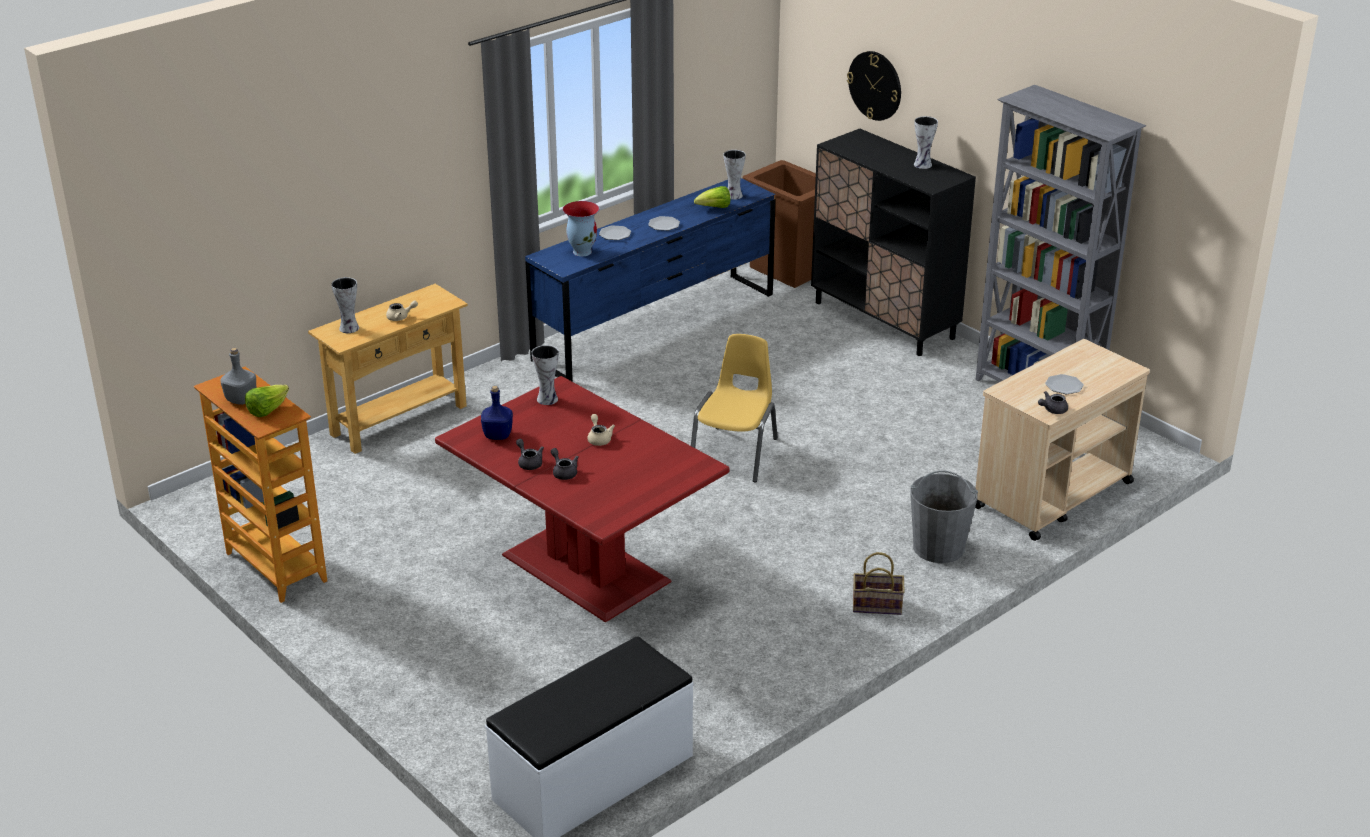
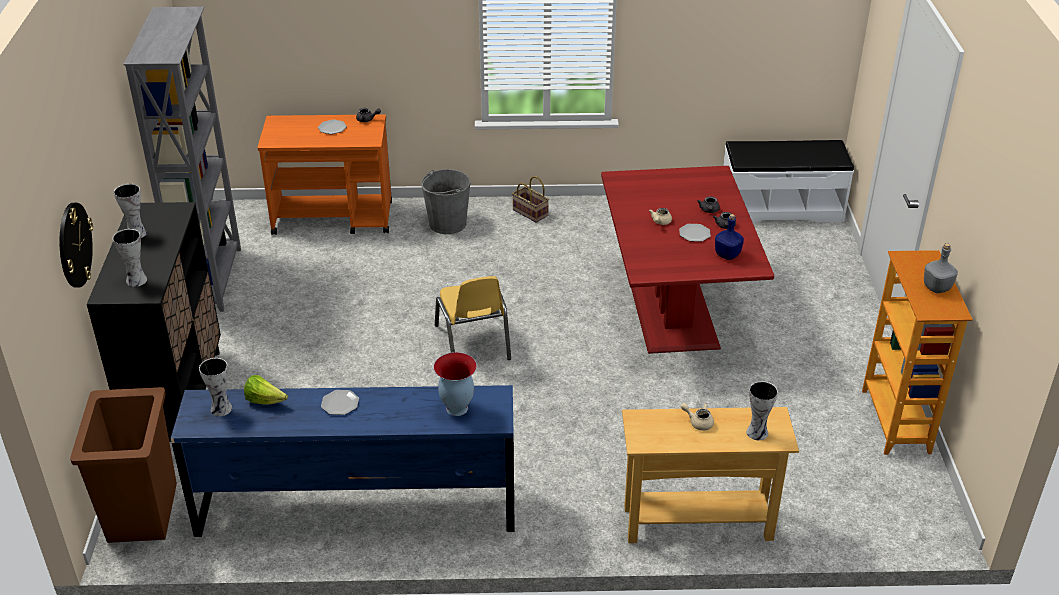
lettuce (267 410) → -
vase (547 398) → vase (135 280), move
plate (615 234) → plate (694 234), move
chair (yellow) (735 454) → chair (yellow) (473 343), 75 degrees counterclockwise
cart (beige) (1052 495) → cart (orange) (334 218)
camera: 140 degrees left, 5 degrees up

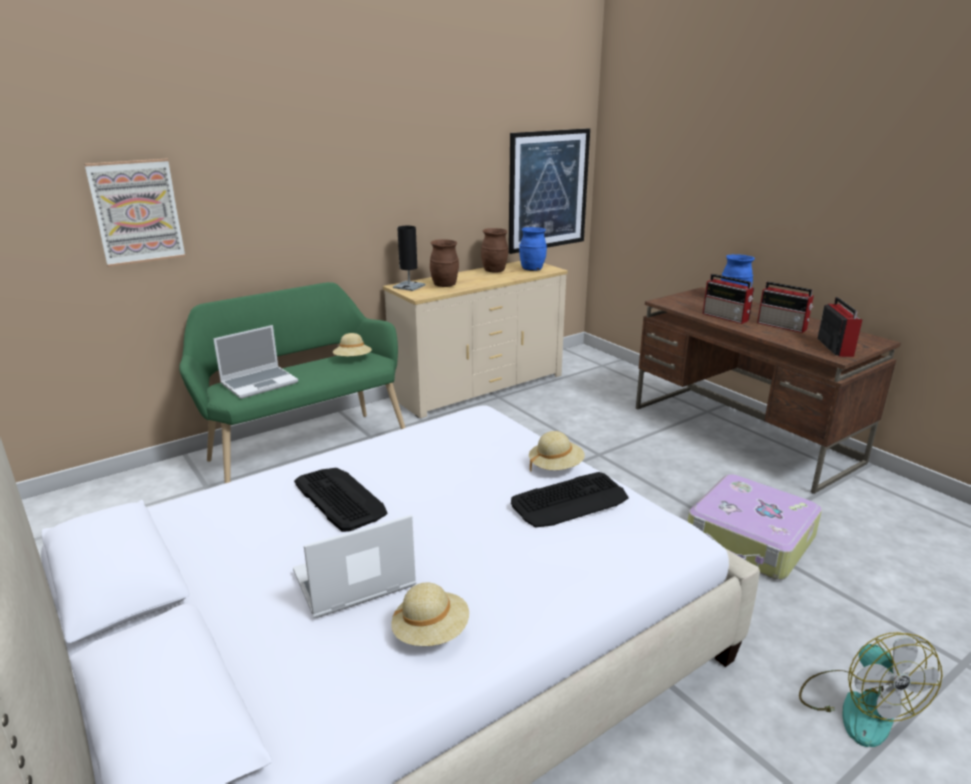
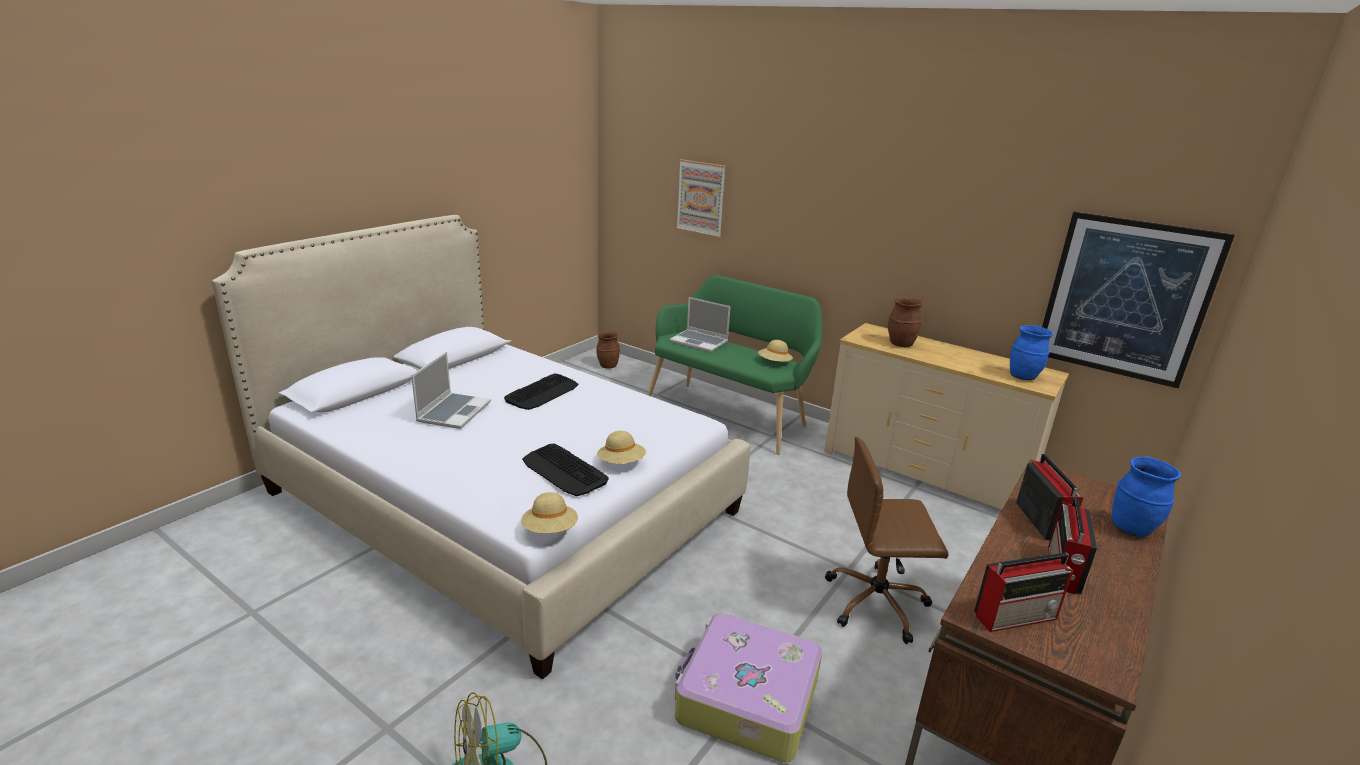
laptop (353 581) → laptop (454 412), 60 degrees clockwise
hat (beige) (431 632) → hat (beige) (550 530), move
table lamp (black) (409 286) → -
vase (brown) (494 271) → vase (brown) (608 366), move
radio (726 317) → radio (1041 520), 150 degrees clockwise
- → office chair (brown) (878 603)
camera: 70 degrees right, 0 degrees up

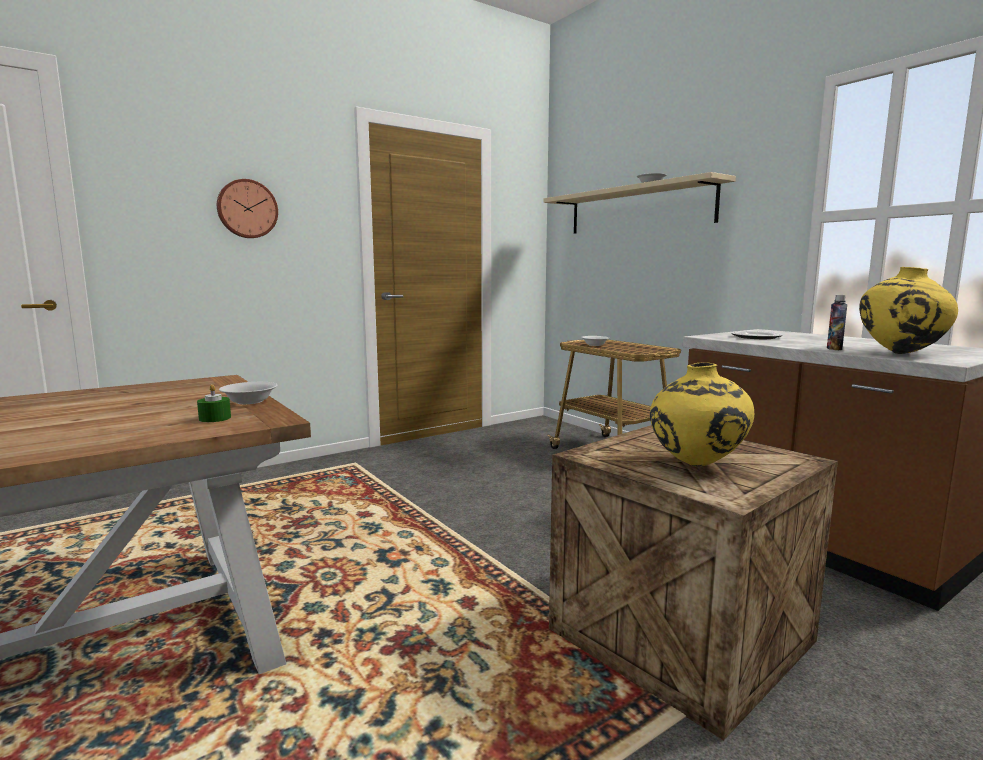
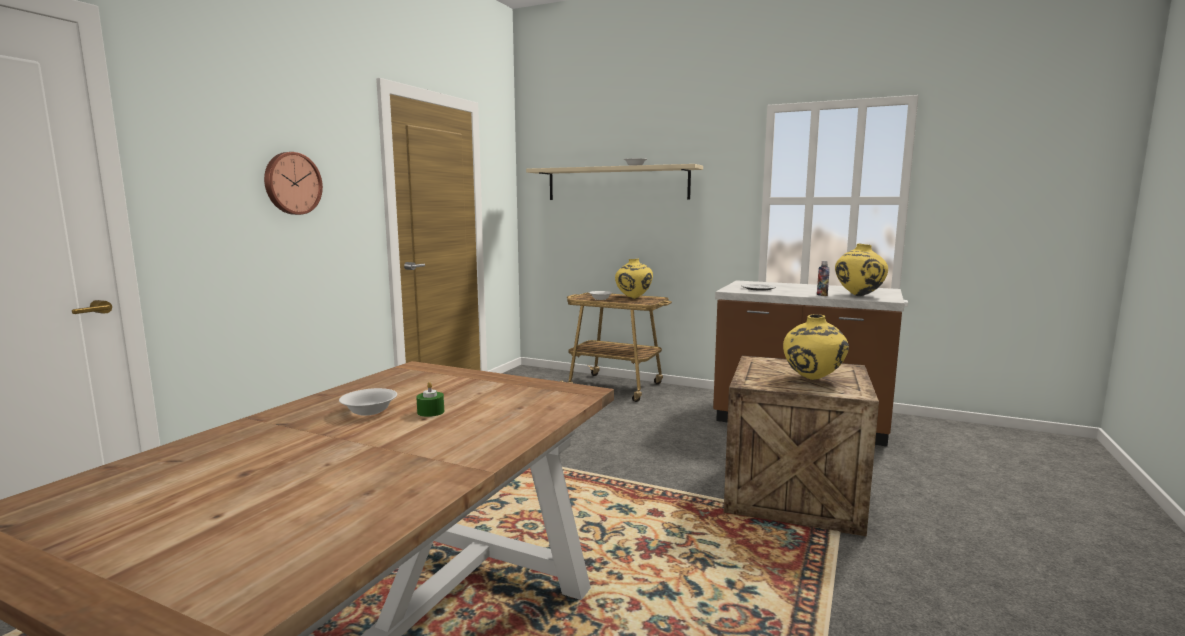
candle (green) (215 418) → candle (green) (430 412), move
bowl (white) (250 401) → bowl (white) (370 411), move
- → vase (yellow) (633 298)
camera: 30 degrees left, 0 degrees up

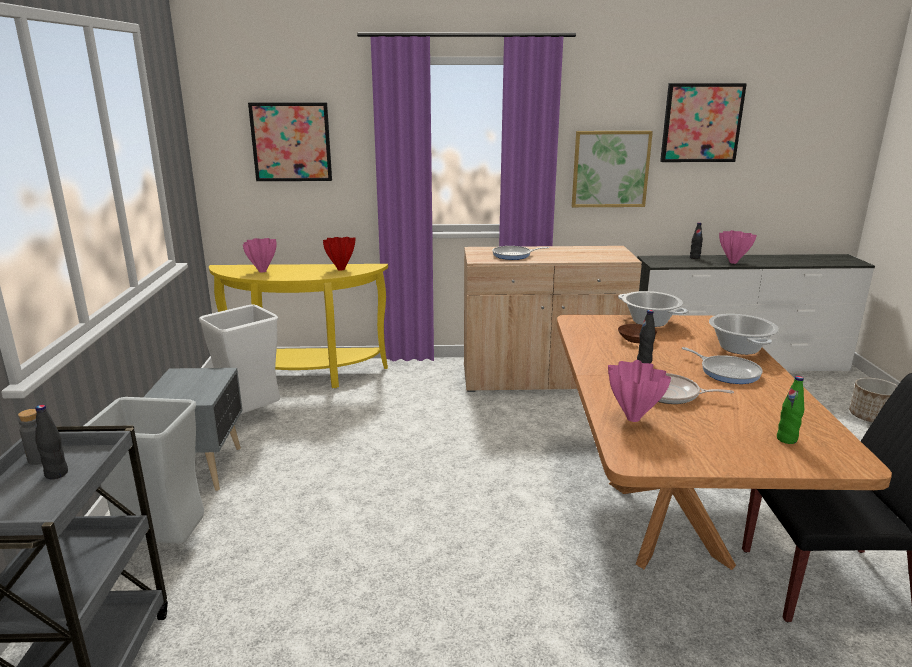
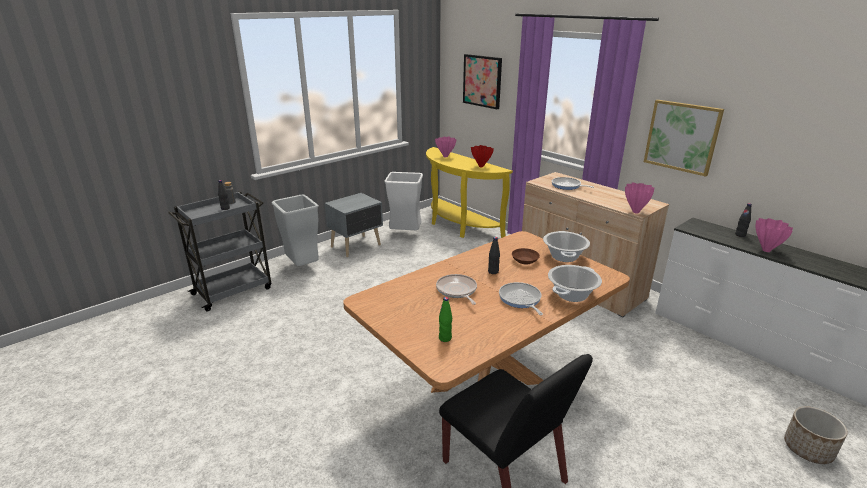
vase (pink) (632 418) → vase (pink) (635 212), move
picture (701 123) → -
frying pan (727 372) → frying pan (520 299), 150 degrees clockwise
camera: 50 degrees right, 5 degrees up

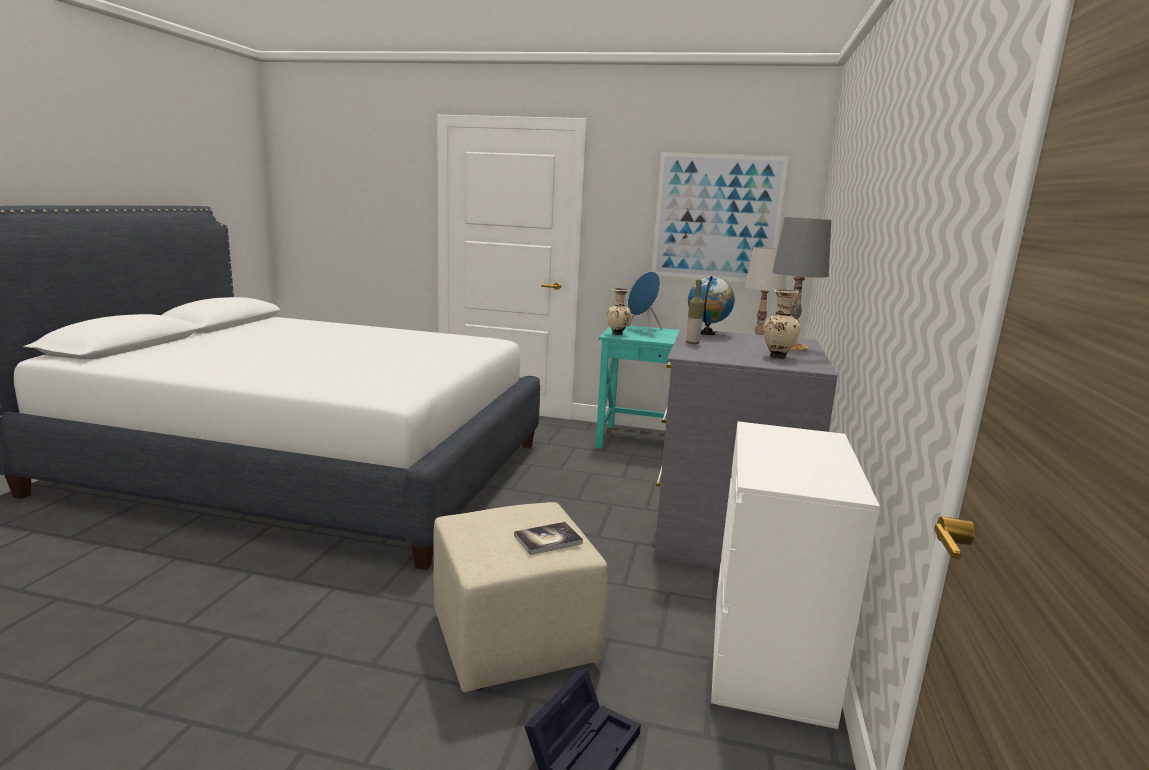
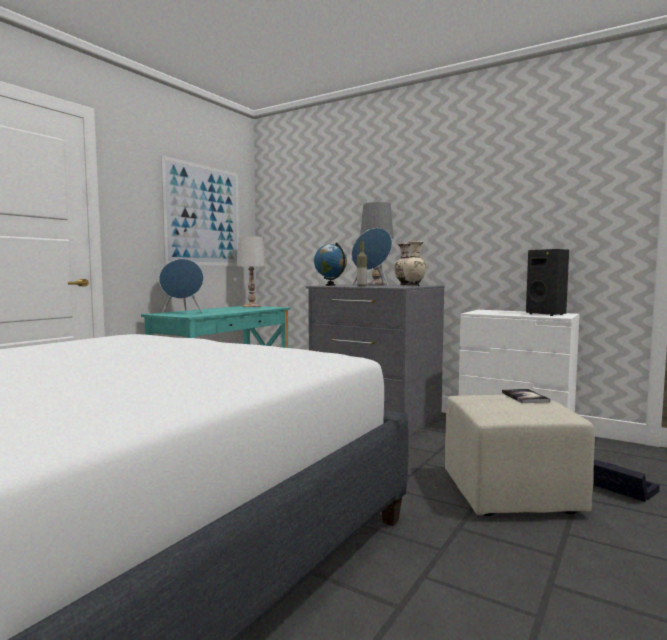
vase (beige) (617 334) → vase (beige) (414 286), move
- → speaker (blue) (372 285)
- → speaker (black) (547 314)
camera: 70 degrees left, 10 degrees down

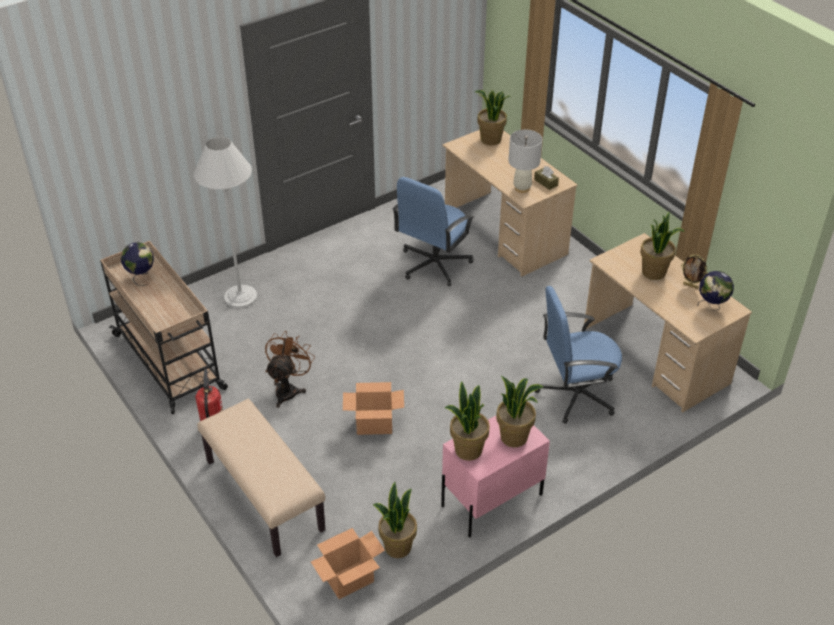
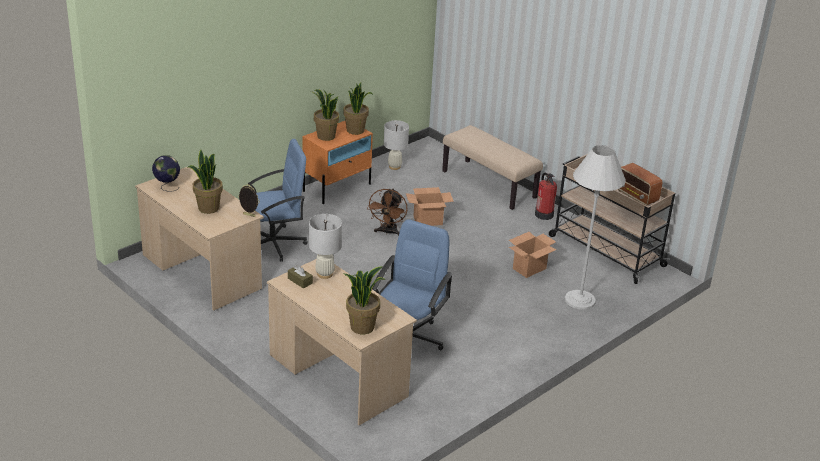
globe (141 277) → radio (636 196)
fan (brown) (289 389) → fan (brown) (387 232), move
cardboard box (349 580) → cardboard box (529 268), move
potted plant (397 547) → table lamp (white) (394 167)
nightstand (pink) (491 500) → nightstand (orange) (337 187)
picture frame (690 285) → picture frame (249 215), move
camera: 170 degrees right, 10 degrees down

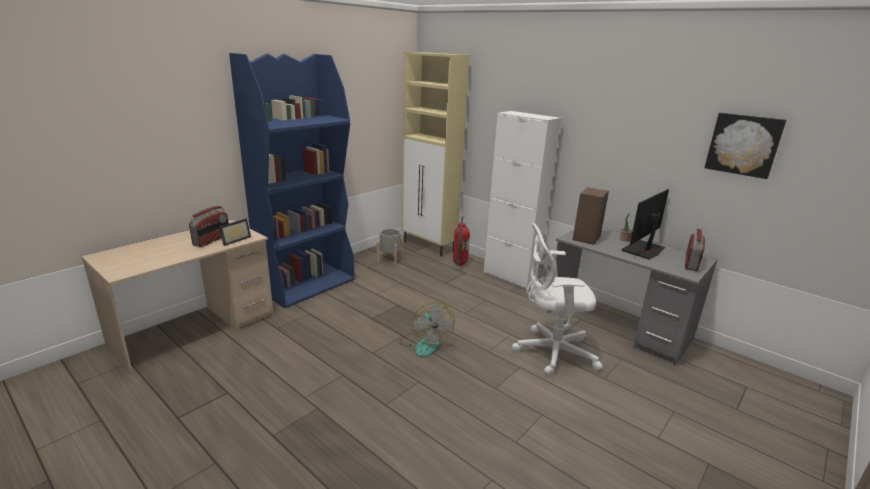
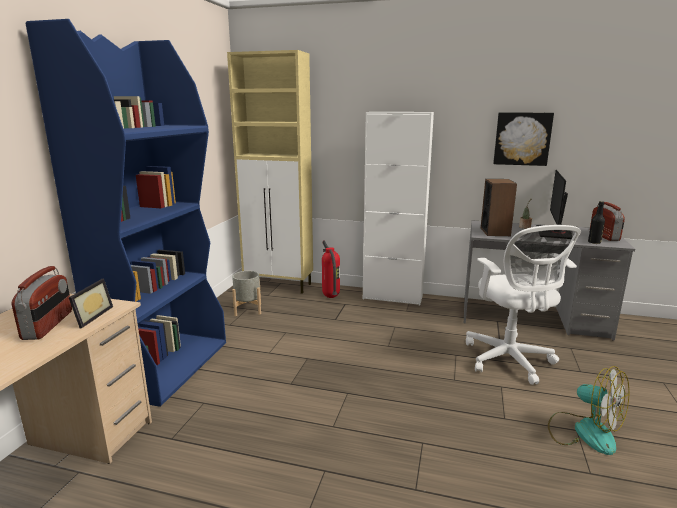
fan (425 343) → fan (584 431), move
office chair (white) (551 352) → office chair (white) (510 361), 75 degrees counterclockwise
picture (743 144) → picture (522 138), move
- → bottle (black) (594 242)
camera: 25 degrees left, 5 degrees down

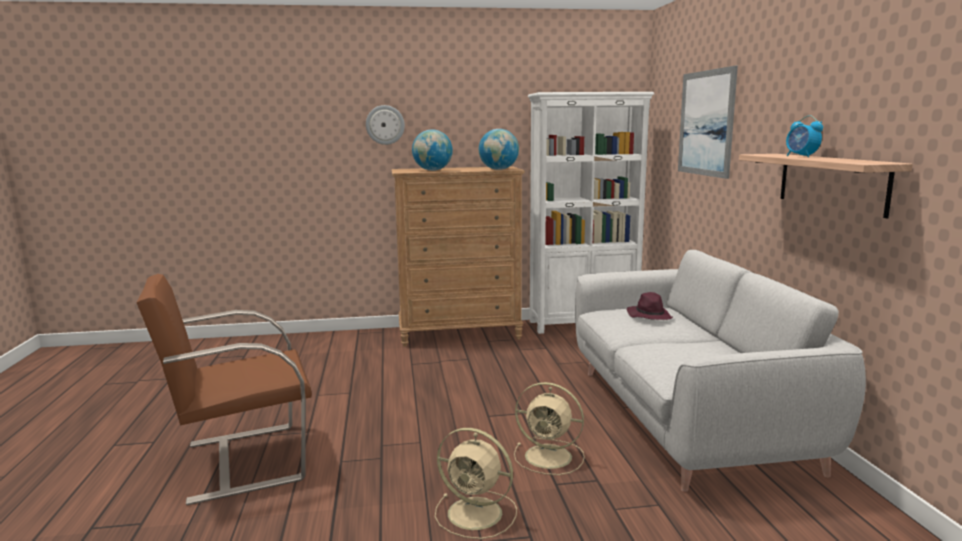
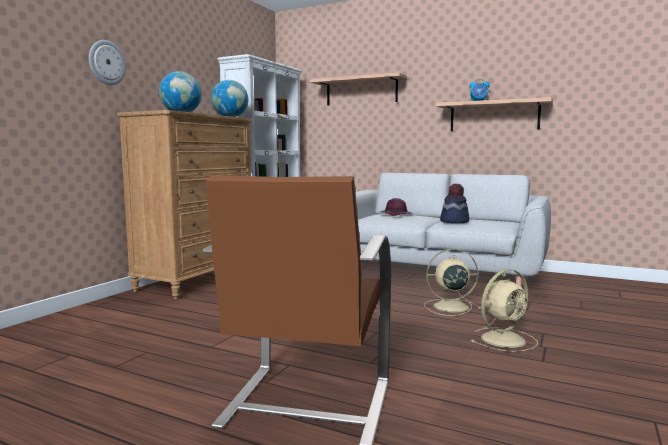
fan (beige) (550 457) → fan (beige) (449 307), 150 degrees counterclockwise
picture (706 123) → shelf (361 91)
- → hat (454 221)
camera: 55 degrees left, 5 degrees down

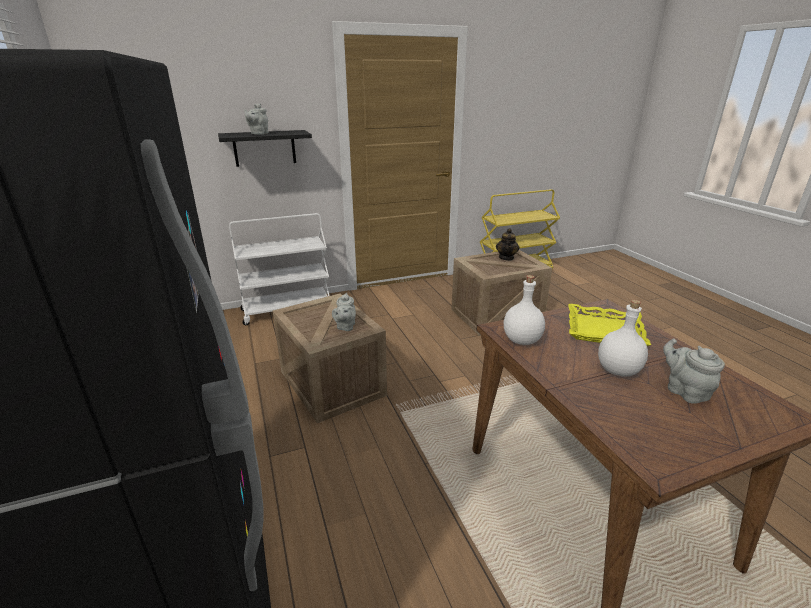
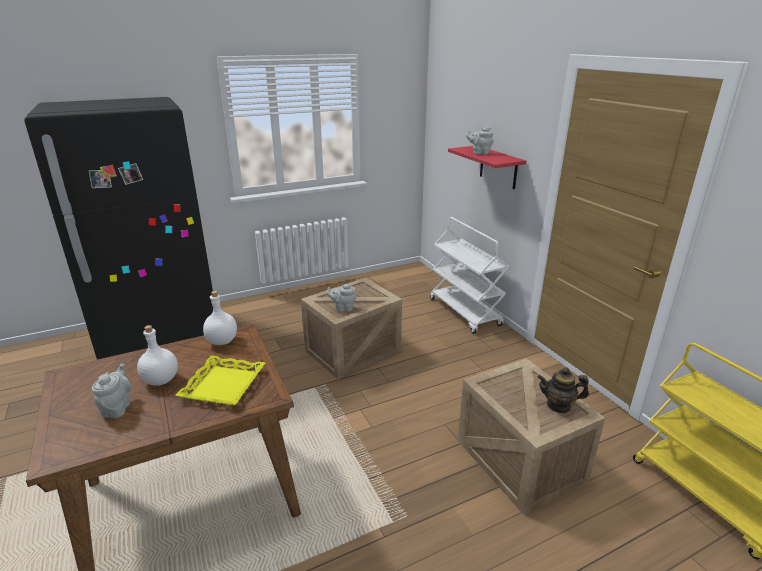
shelf (black) (264 148) → shelf (red) (498 167)
teapot (grey) (684 391) → teapot (grey) (117 407), 60 degrees counterclockwise
camera: 85 degrees right, 0 degrees up

